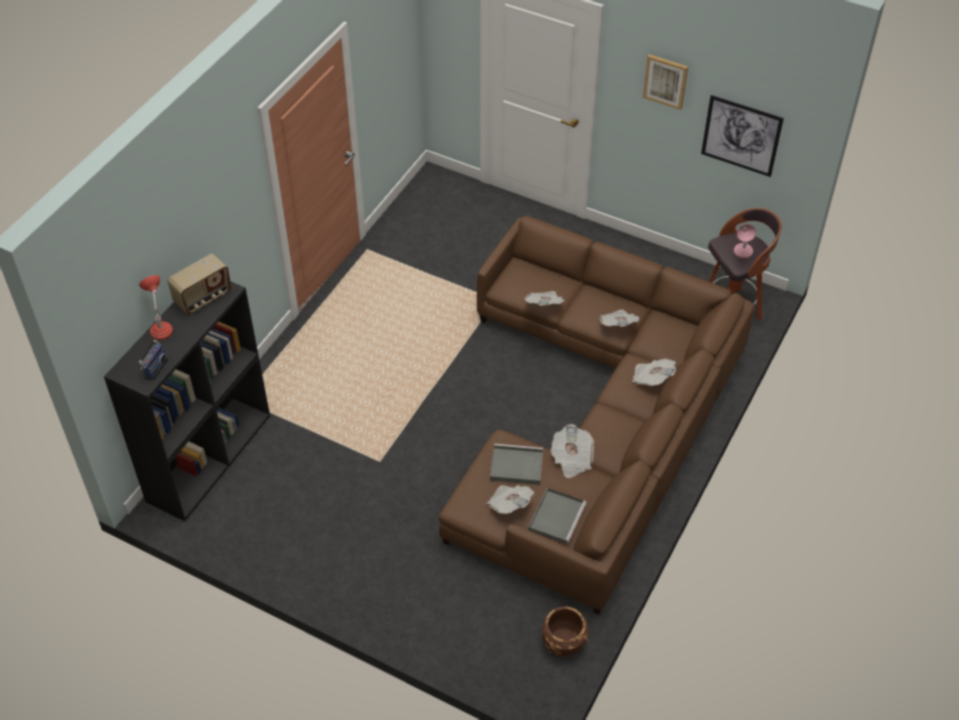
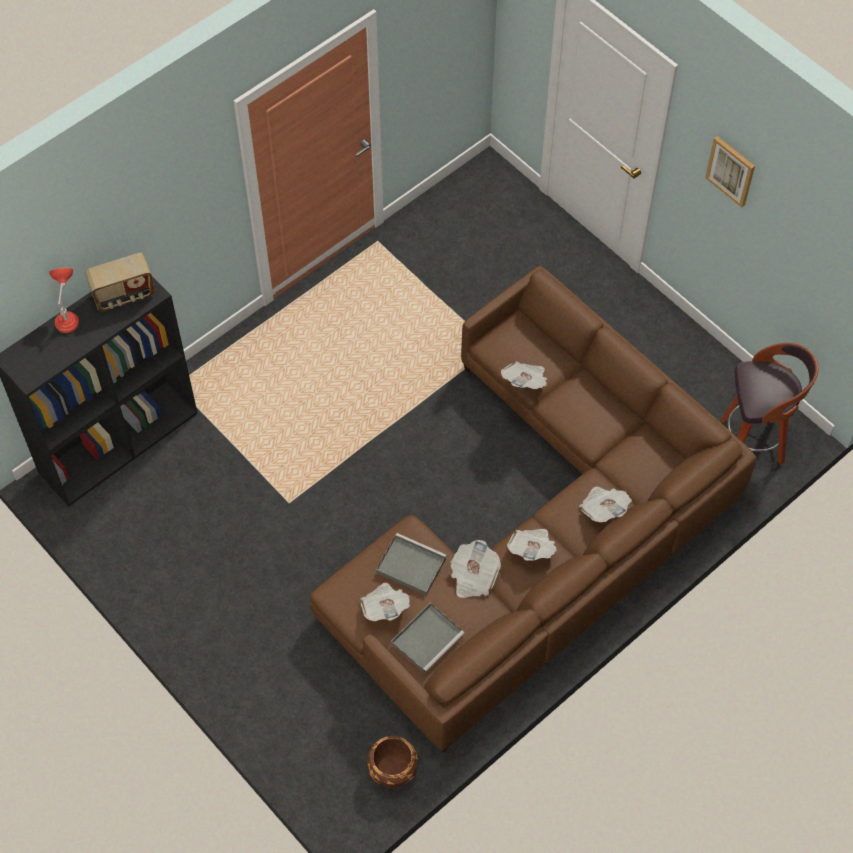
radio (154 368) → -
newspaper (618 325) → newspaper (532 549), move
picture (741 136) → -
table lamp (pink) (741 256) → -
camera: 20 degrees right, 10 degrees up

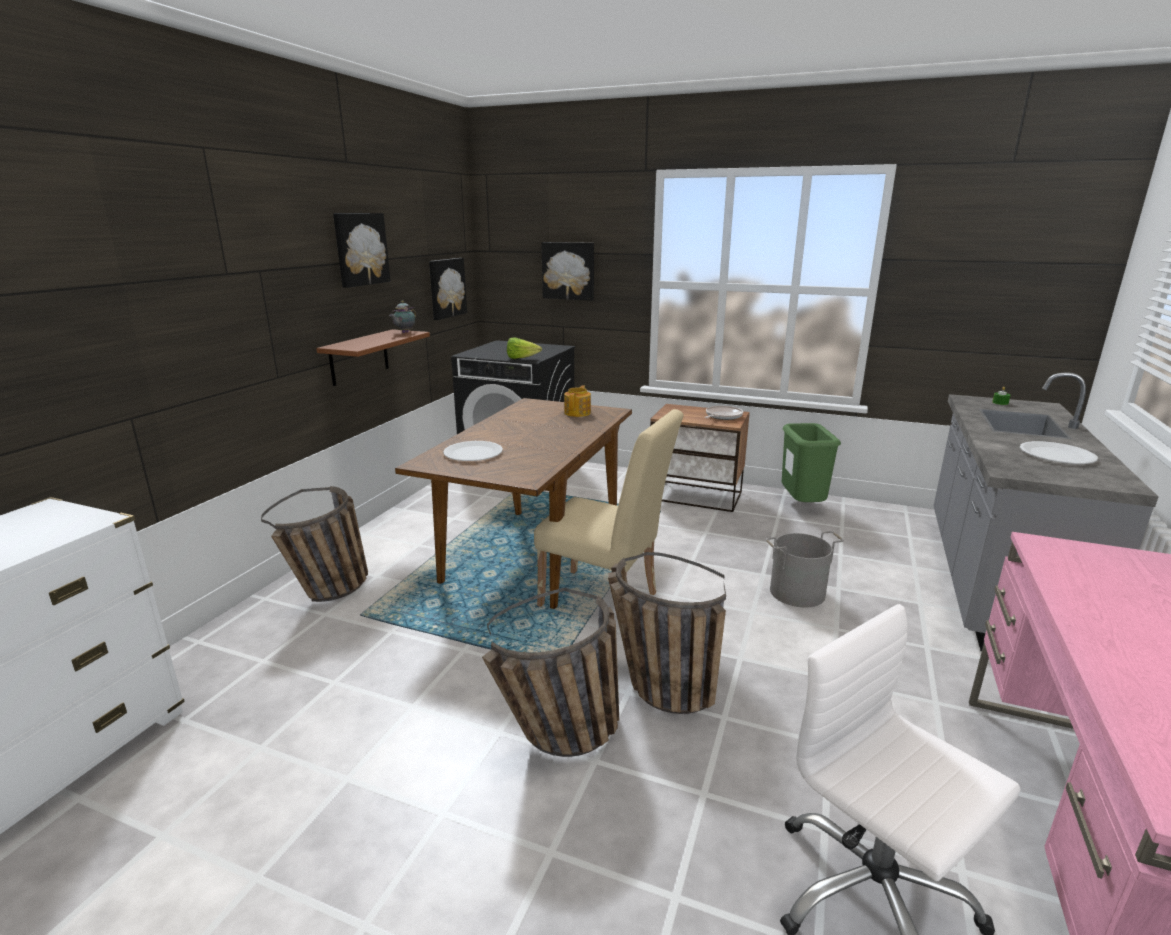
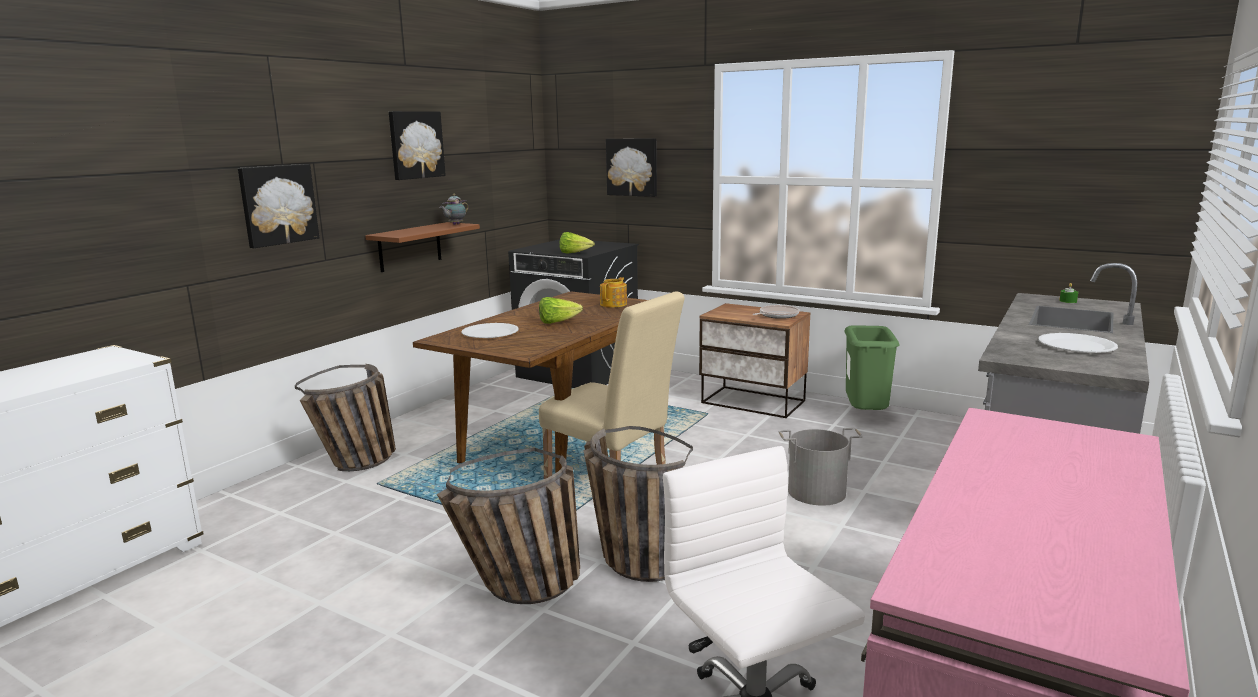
picture (446 288) → picture (277 204), move
- → lettuce (557 322)
camera: 10 degrees right, 5 degrees down

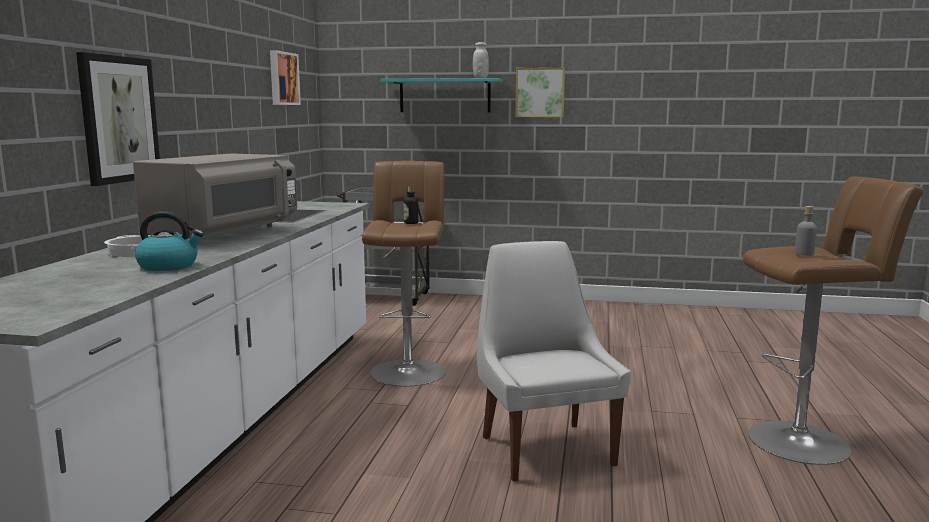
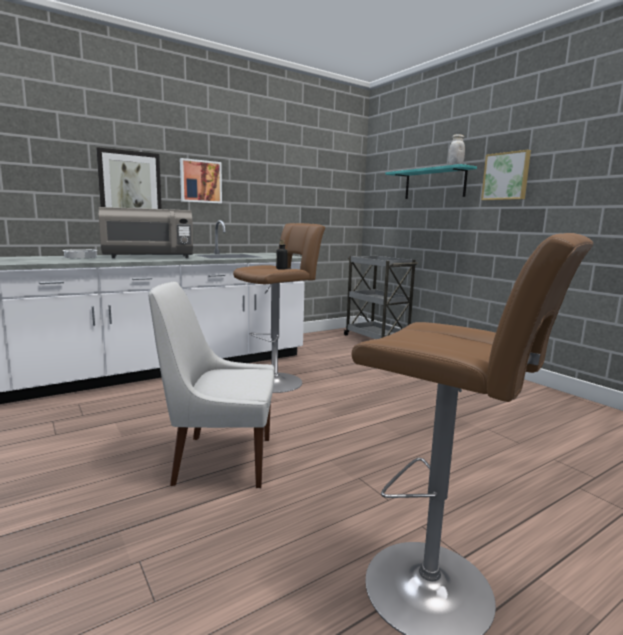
kettle (169 266) → -
picture (282 78) → picture (200 181), move
chair (white) (545 448) → chair (white) (219 460), 120 degrees counterclockwise
bottle (grey) (804 254) → -
camera: 45 degrees right, 0 degrees up

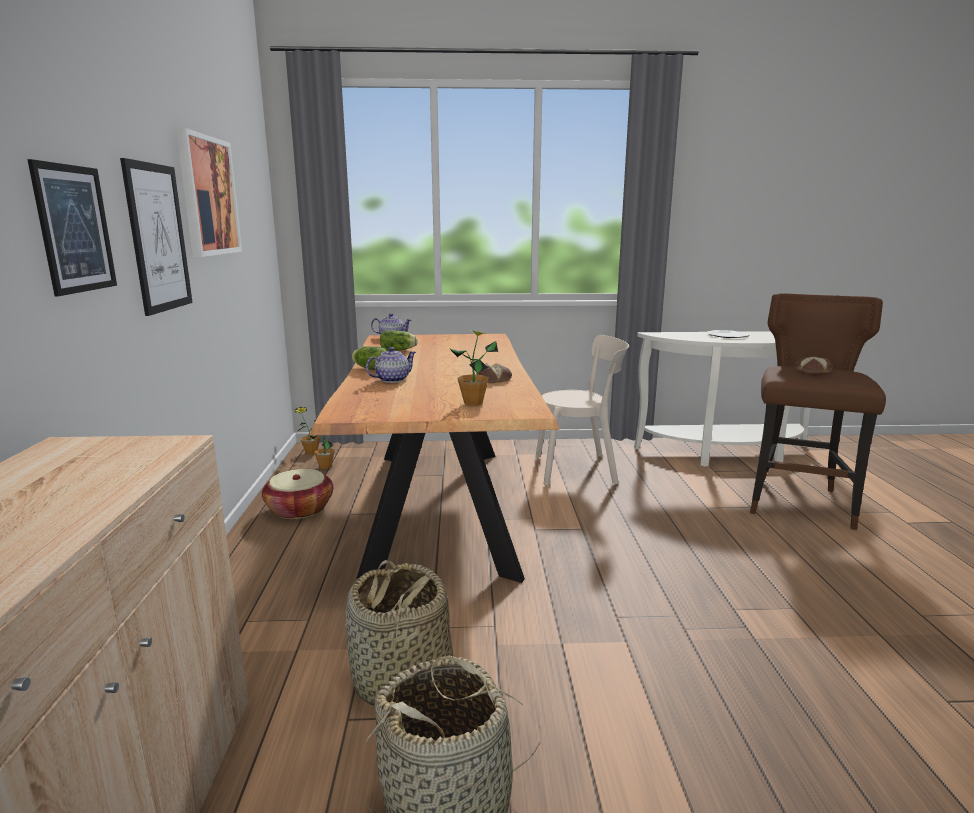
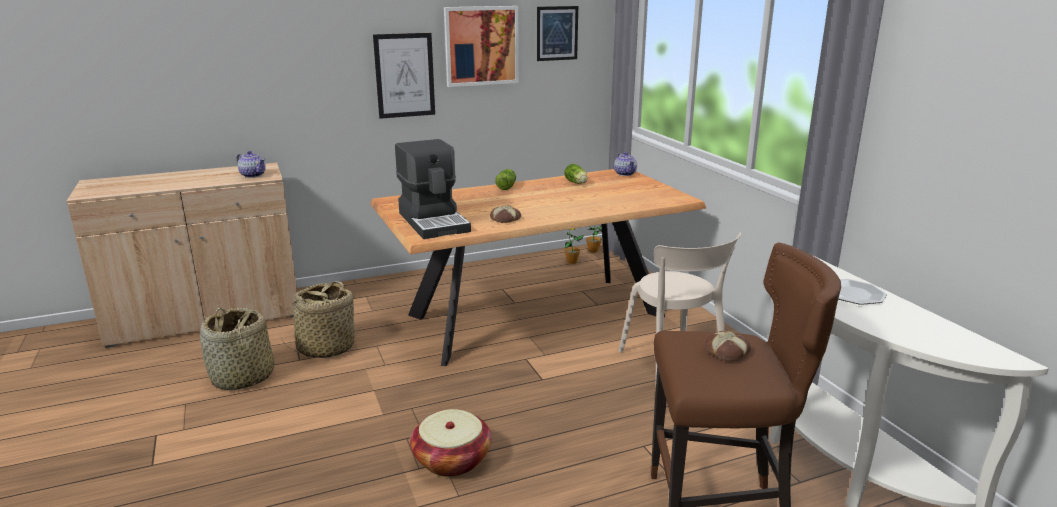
picture (75 229) → picture (557 33), move
basket (300 509) → basket (452 460), move
teapot (392 379) → teapot (253 175), move
potted plant (473 403) → coffee machine (434 222)
camera: 70 degrees right, 5 degrees up

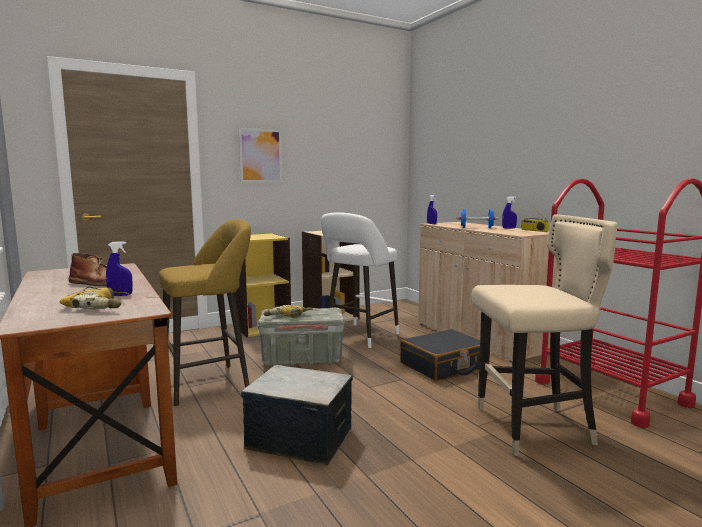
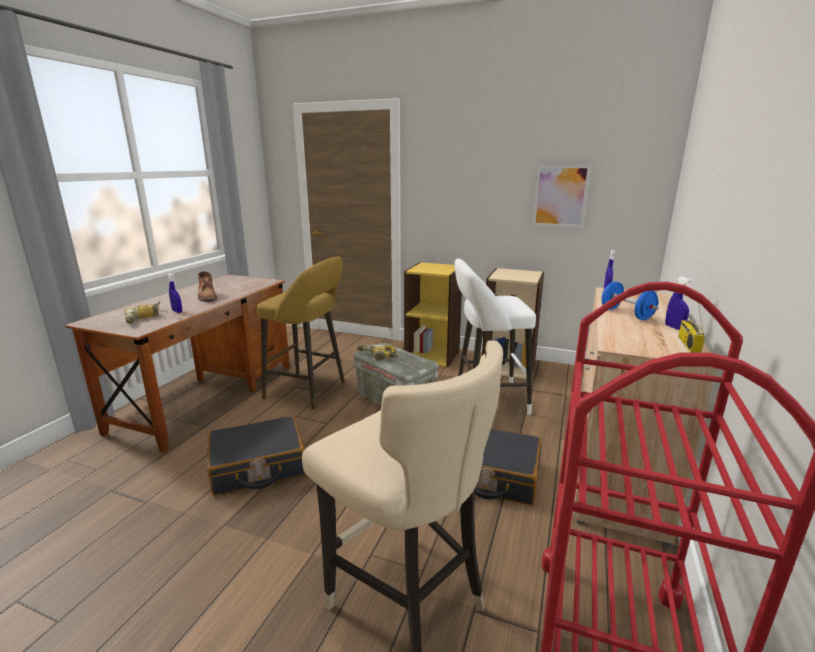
picture (260 155) → picture (560 196), move
storage box (300 438) → suitcase (black) (258 466)
camera: 50 degrees right, 10 degrees up

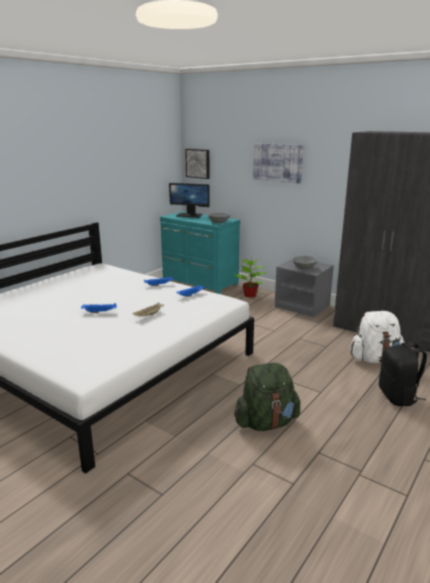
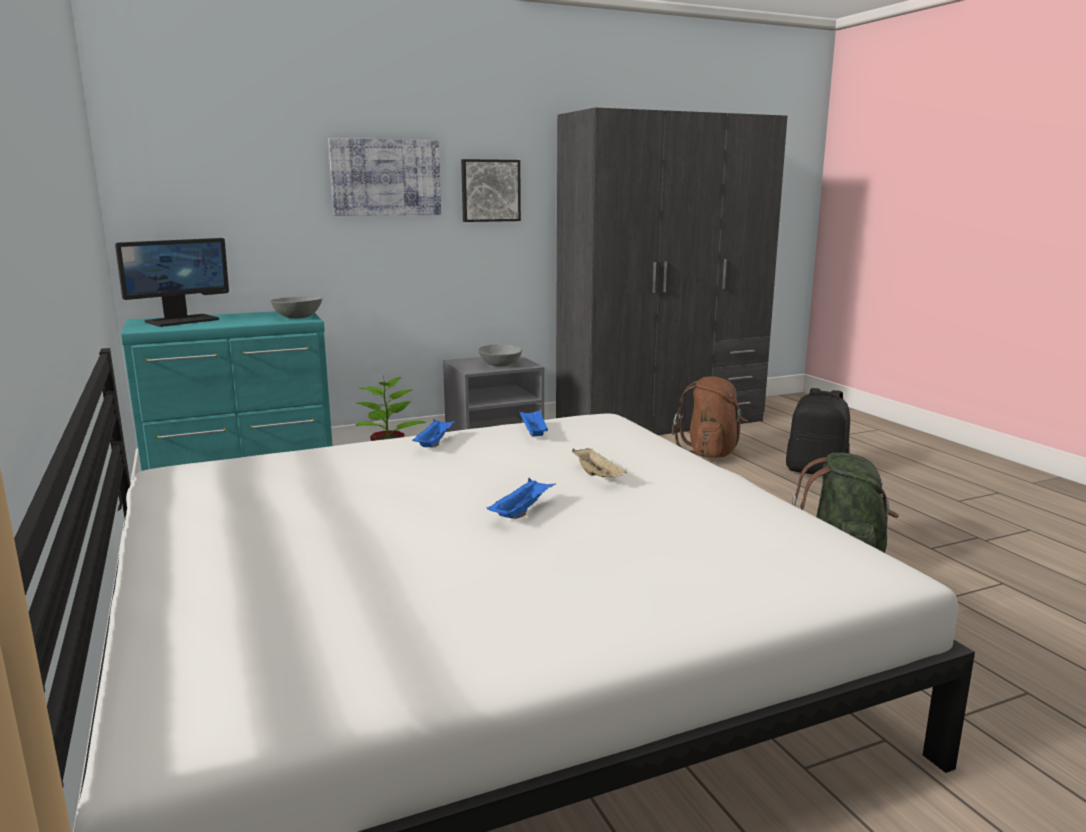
picture (198 163) → picture (490 190), move
backpack (white) (374 359) → backpack (brown) (710 453)
camera: 60 degrees left, 5 degrees down

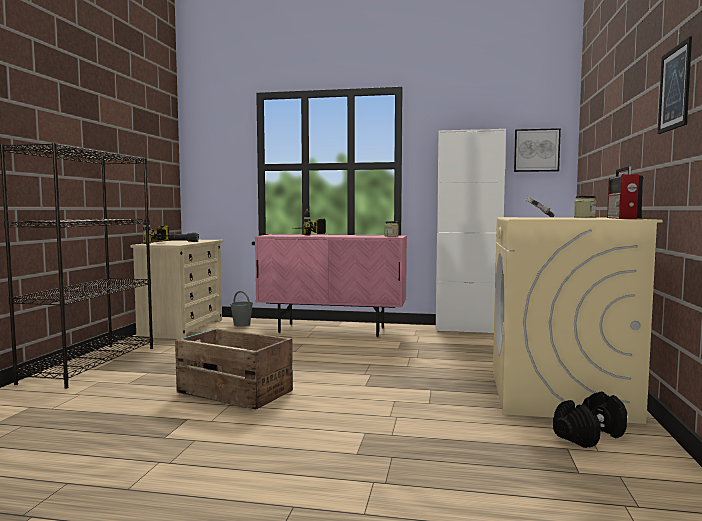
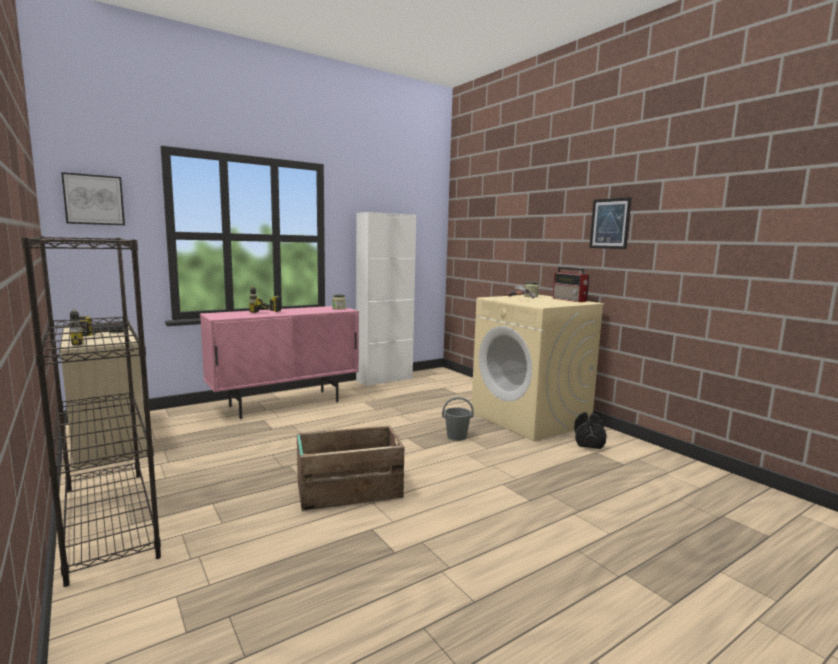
bucket (grey) (241 324) → bucket (grey) (456 437), move
picture (536 150) → picture (94 200), move
camera: 45 degrees left, 5 degrees up

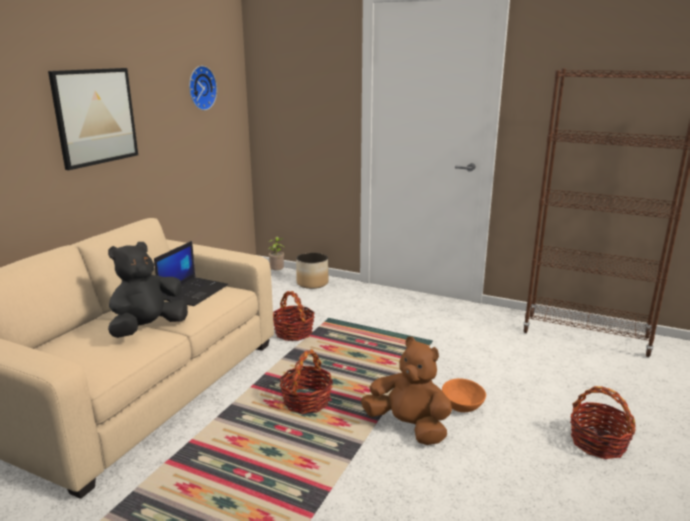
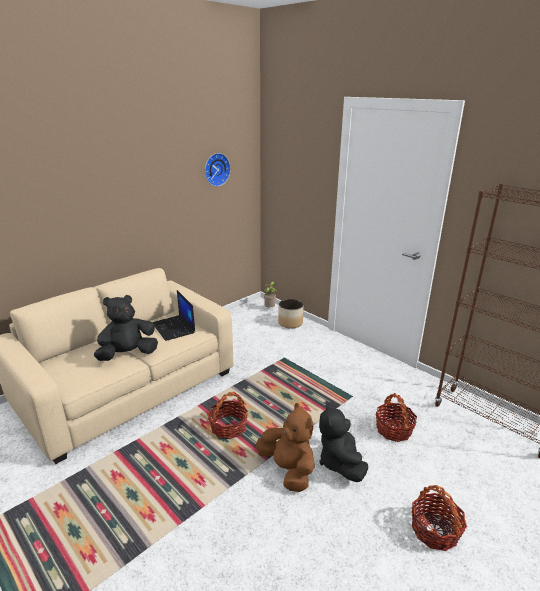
picture (95 116) → -
laptop (193 291) → laptop (174 328), 105 degrees clockwise
basket (293 332) → basket (393 430), move
bowl (orange) (461 406) → plush toy (black) (340 462)
camera: 20 degrees right, 5 degrees up

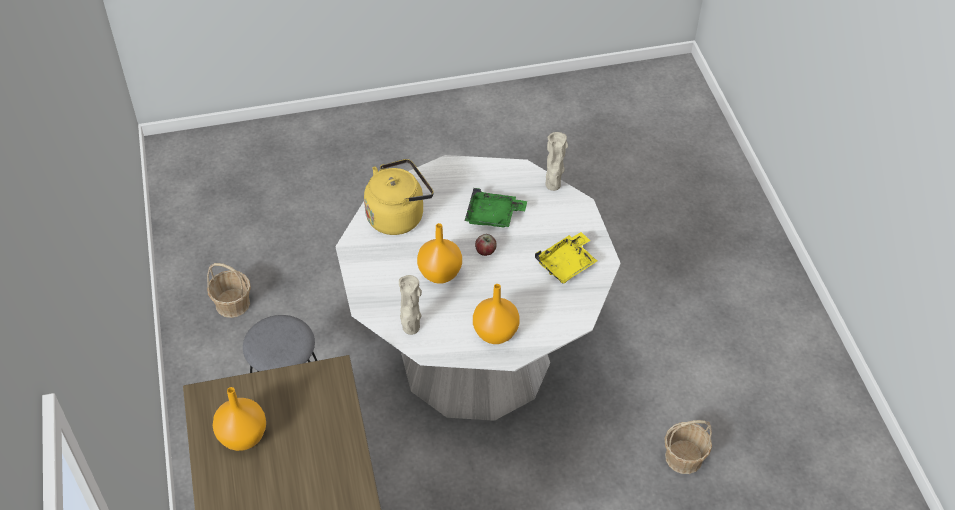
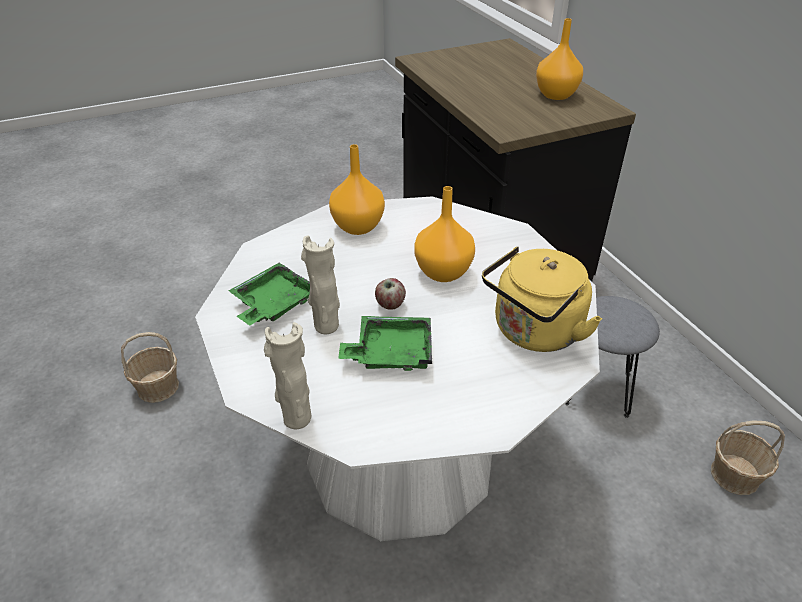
vase (beige) (410 329) → vase (beige) (327 325), move
tray (yellow) (567 264) → tray (green) (273 304)
camera: 170 degrees right, 10 degrees down

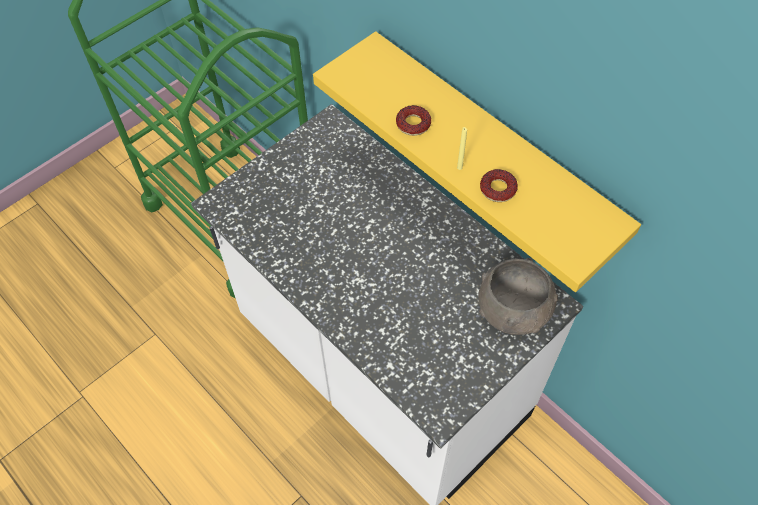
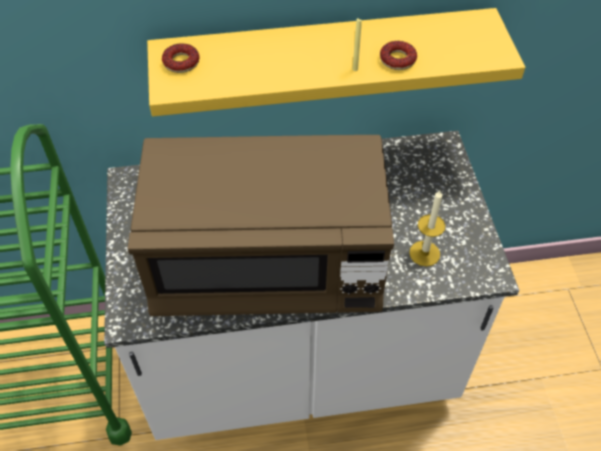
donut (413 124) → donut (181 62), move
bowl (grey) (514 310) → -
- → microwave (brown) (267 267)
- → candle (424 253)
camera: 55 degrees left, 5 degrees down

